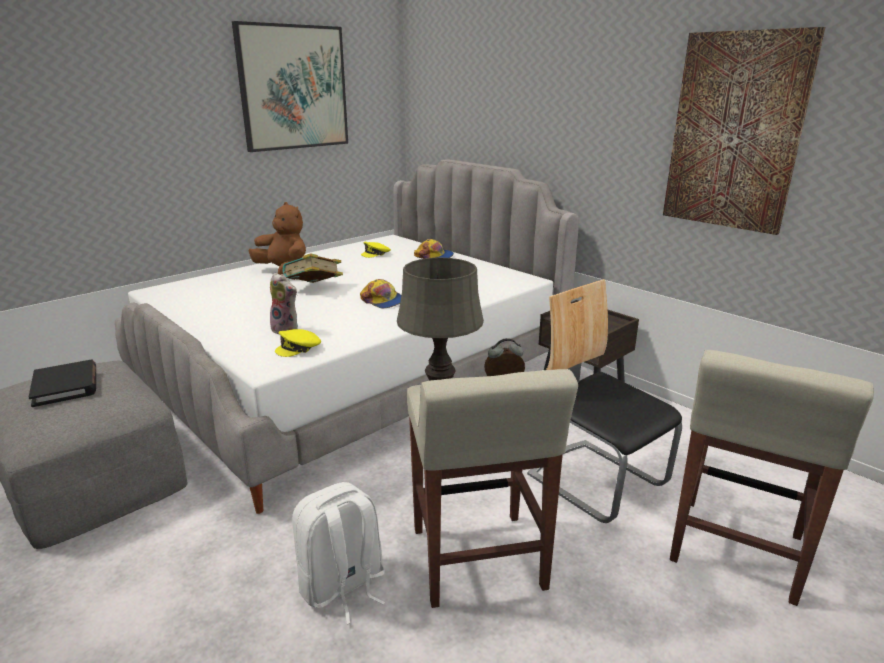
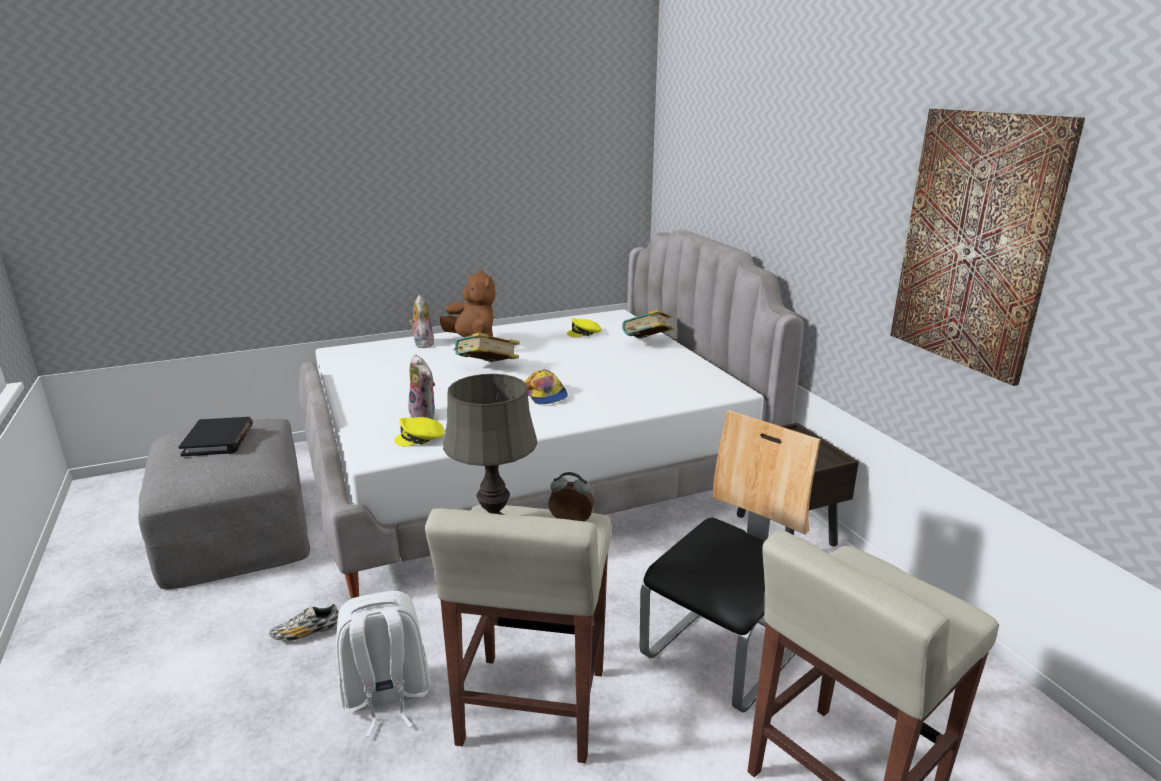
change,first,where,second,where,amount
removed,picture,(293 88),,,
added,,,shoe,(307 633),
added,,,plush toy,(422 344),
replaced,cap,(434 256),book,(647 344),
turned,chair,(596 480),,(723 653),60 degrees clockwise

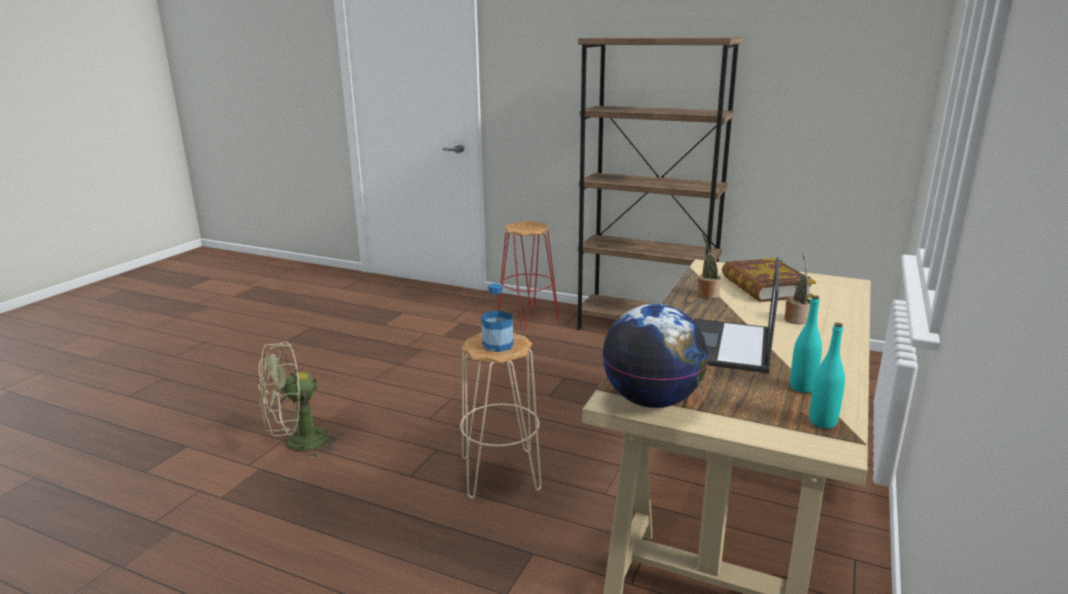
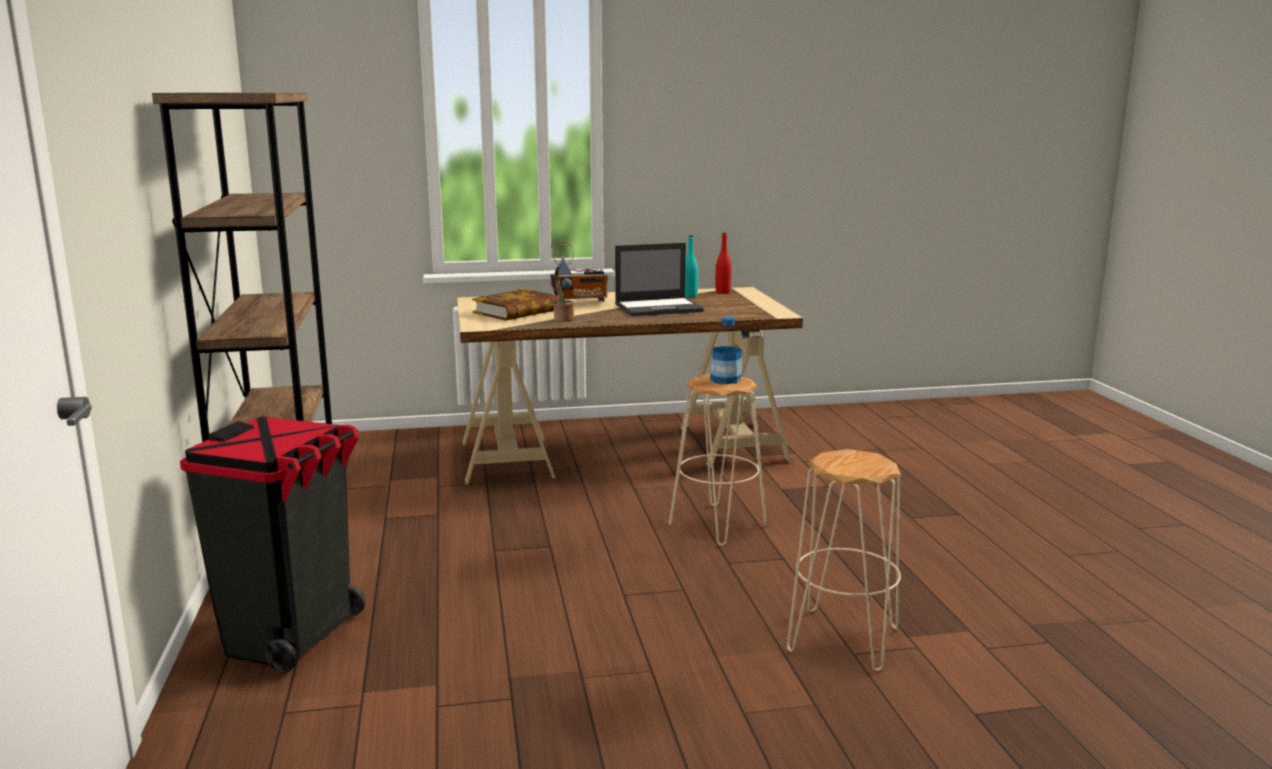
change,first,where,second,where,amount
removed,globe,(652 400),,,
replaced,fan/green,(298 444),stool/beige,(843 639),
replaced,stool/red,(528 317),trash can/black,(291 637),
replaced,potted plant,(796 319),radio,(580 302),
recoloured,bottle/turquoise,(822 422),bottle/red,(723 292),

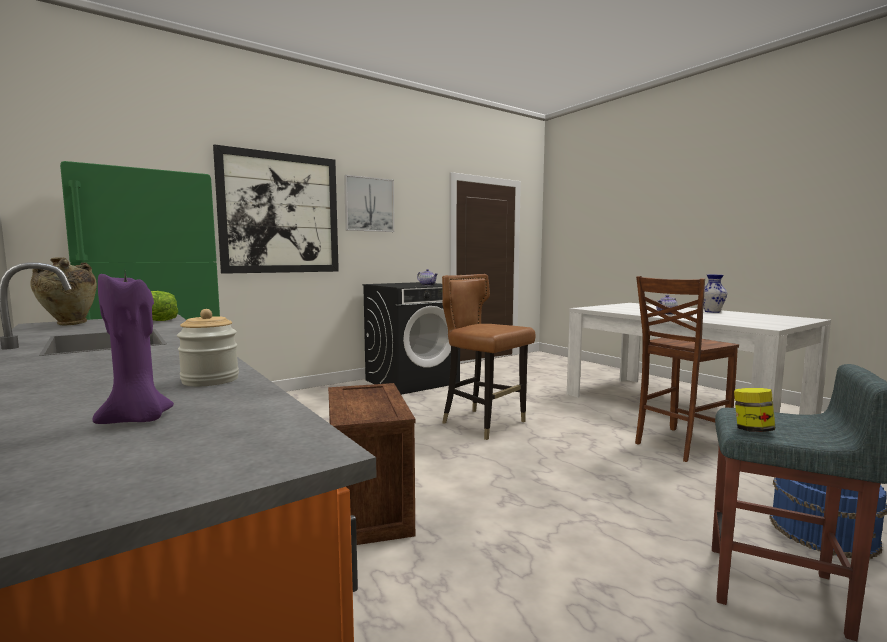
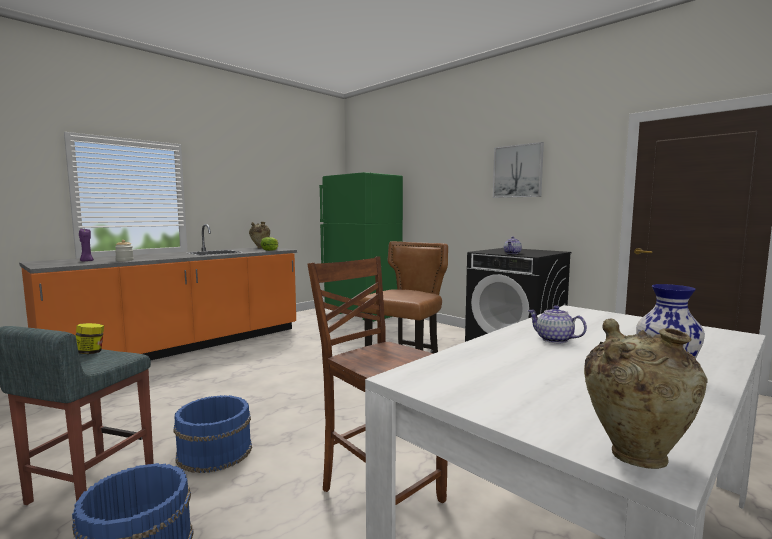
change,first,where,second,where,amount
removed,picture,(280 213),,,
removed,crate,(371 509),,,
added,,,bucket/blue,(214 452),
added,,,vase/beige,(635 454),

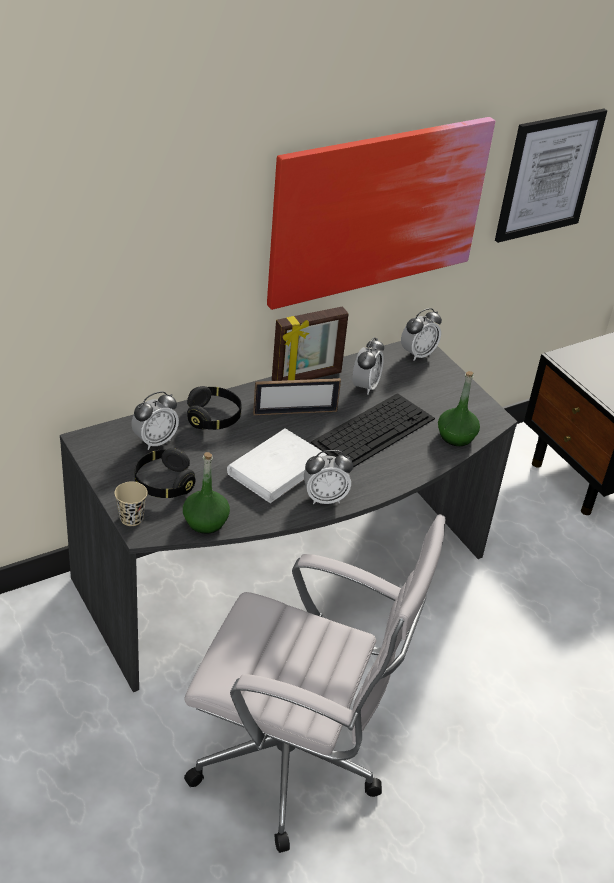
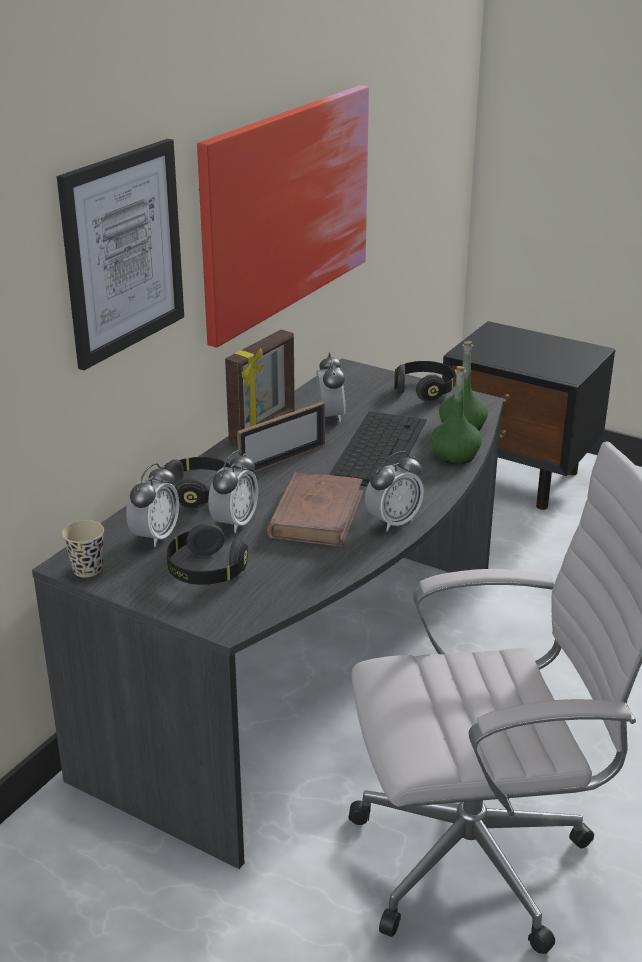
change,first,where,second,where,amount
added,,,headphones/black,(424 390),
moved,cup/beige,(131 518),,(87 569),
moved,bottle/green,(206 521),,(455 455),
moved,alarm clock,(418 354),,(234 523),
moved,picture,(548 175),,(123 252),
recoloured,book/white,(277 469),book/brown,(316 514),

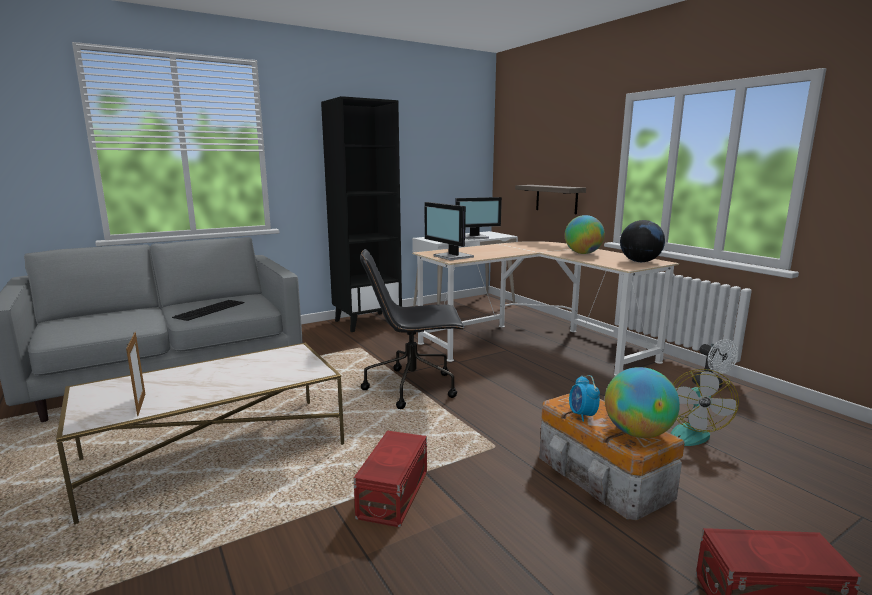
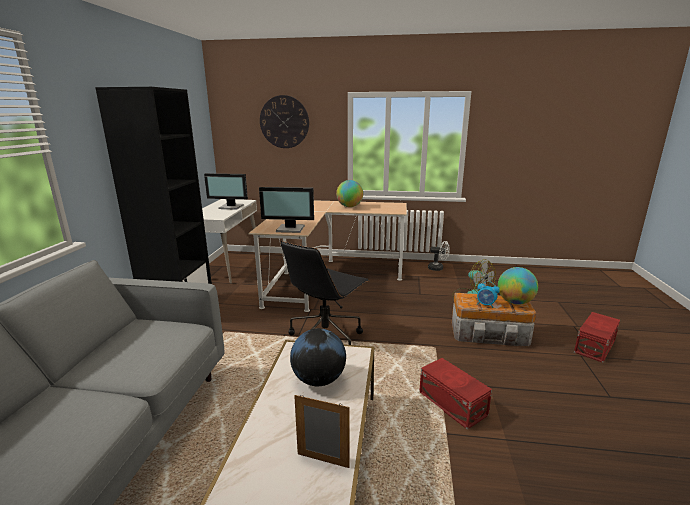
change,first,where,second,where,amount
removed,keyboard,(210 310),,,
removed,shelf,(556 199),,,
added,,,wall clock,(284 122),
moved,globe,(640 261),,(319 380),
turned,monitor,(475 237),,(231 207),75 degrees clockwise

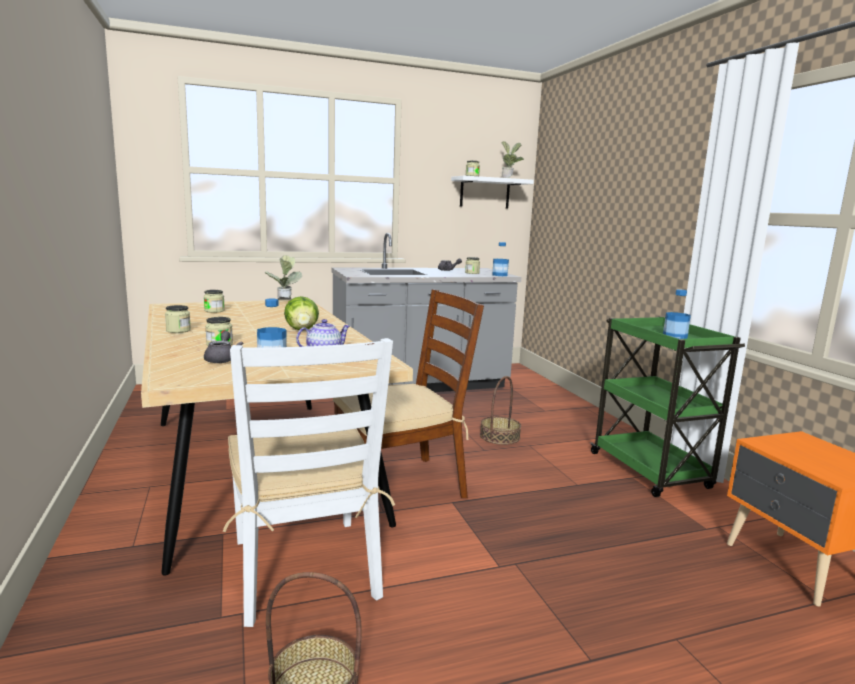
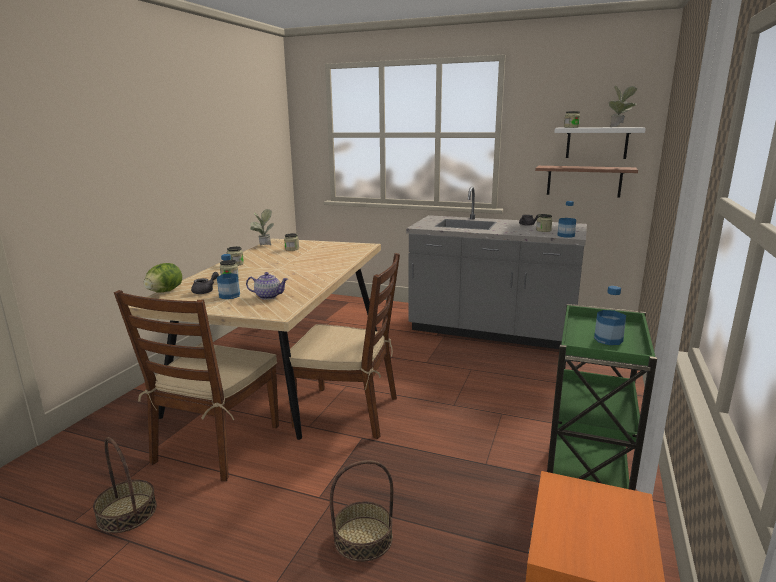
change,first,where,second,where,amount
added,,,shelf,(584 181),
moved,potted plant,(284 301),,(263 246),
moved,lettuce,(302 330),,(165 291),
moved,basket,(499 436),,(363 538),
recoloured,chair/white,(305 568),chair/brown,(217 444),

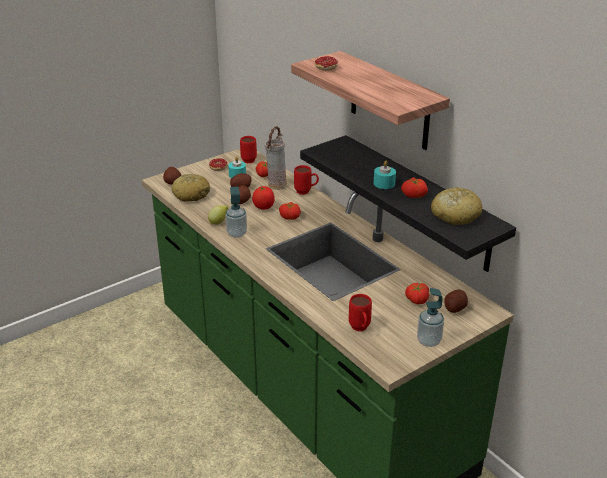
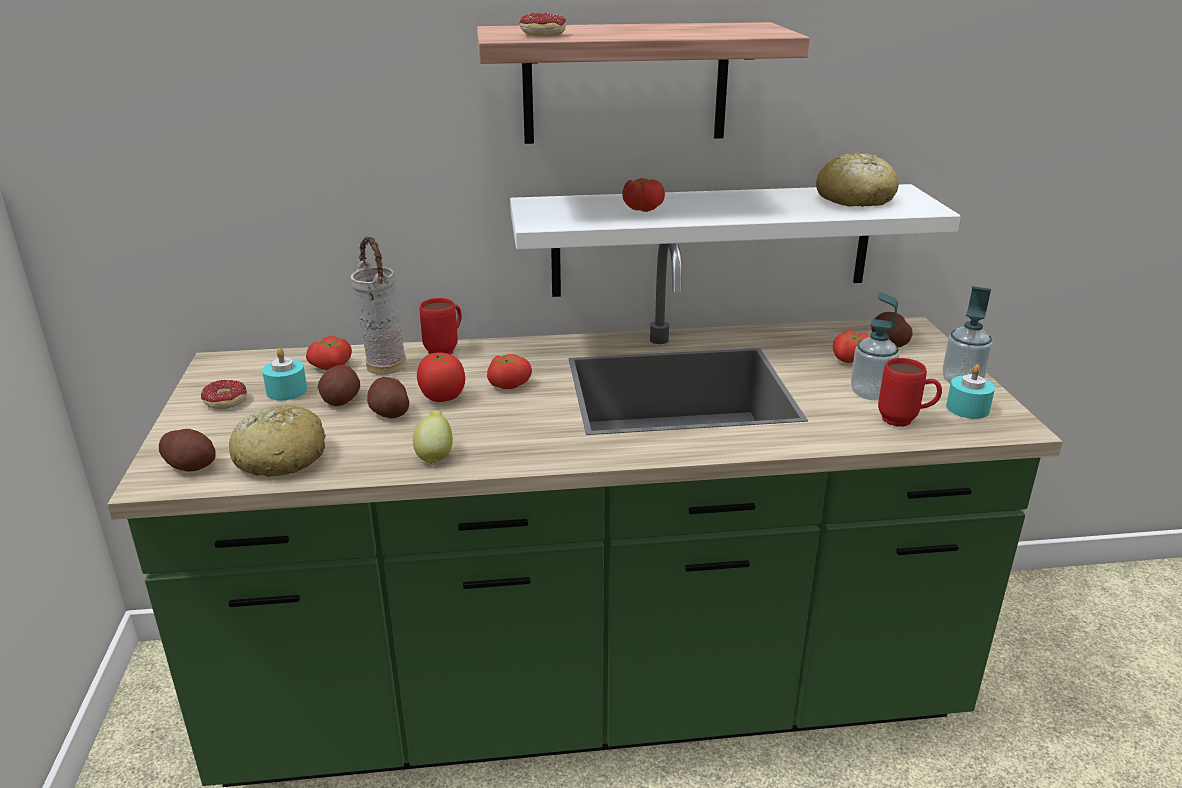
change,first,where,second,where,amount
removed,mug/red,(249 159),,,
moved,soap dispenser,(236 233),,(870 393),
moved,candle/turquoise,(384 183),,(967 408),
moved,tomato,(414 194),,(641 209),
recoloured,shelf/black,(420 202),shelf/white,(712 240),

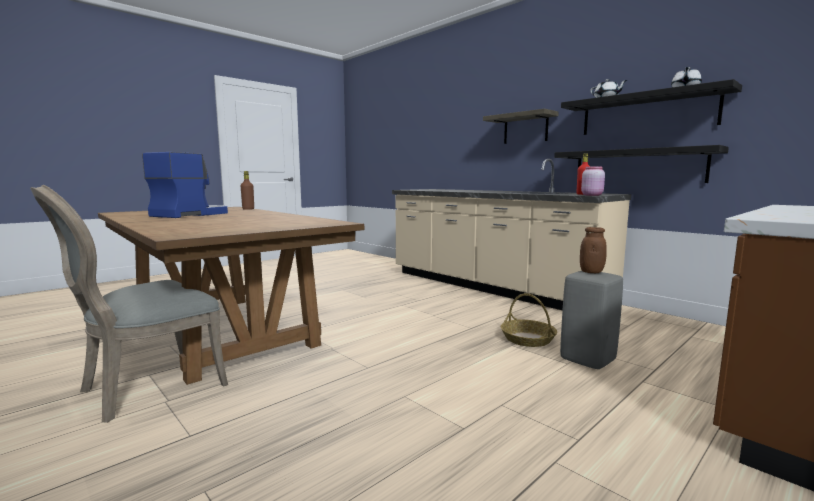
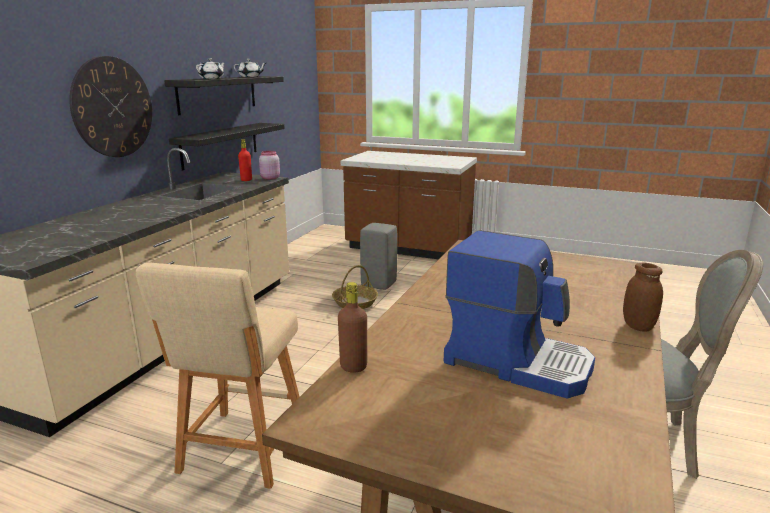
change,first,where,second,where,amount
added,,,stool/beige,(241 451),
moved,jar/brown,(591 272),,(638 326),
replaced,shelf,(525 128),wall clock,(113 107),
turned,coffee machine,(190 214),,(517 362),150 degrees counterclockwise

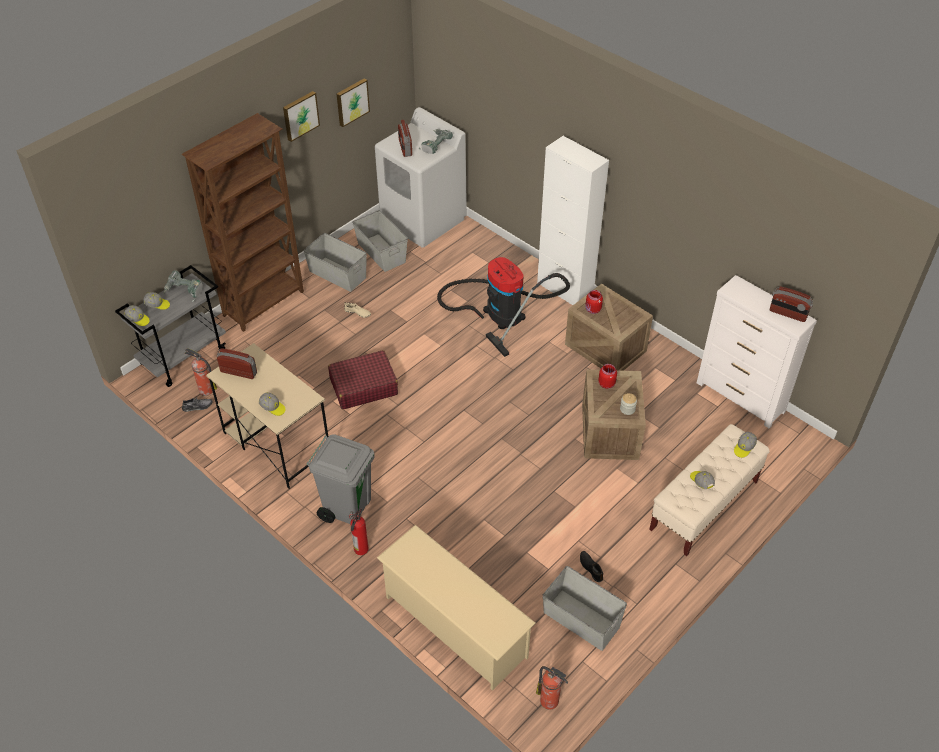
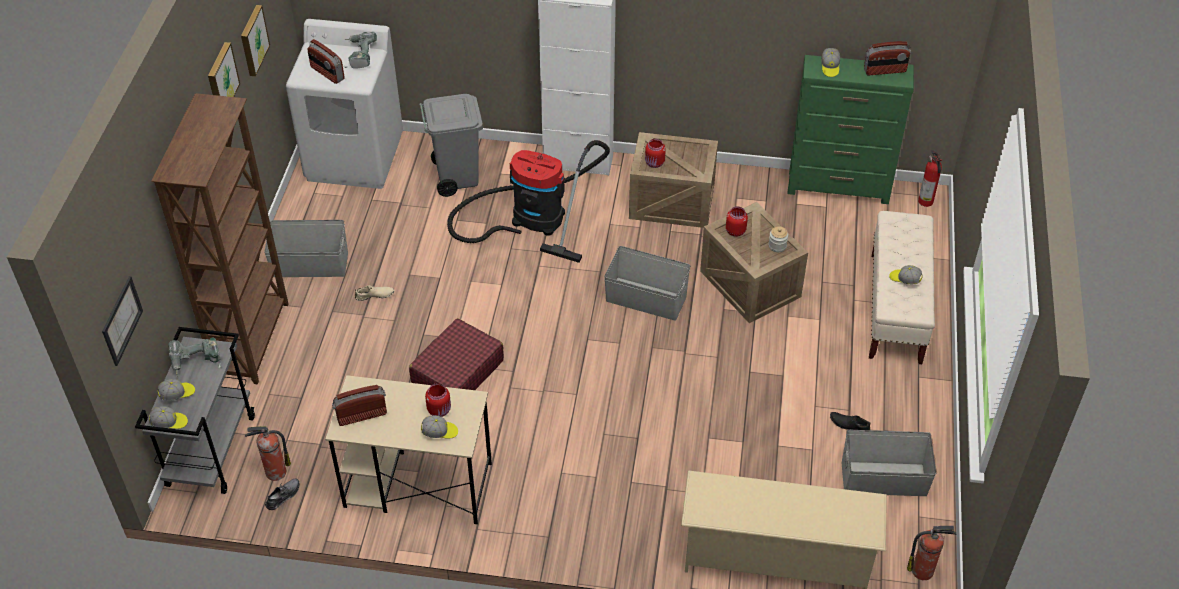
change,first,where,second,where,amount
added,,,picture,(121 320),
added,,,jar/red,(440 410),
moved,trash can/grey,(347 507),,(456 177),
moved,fire extinguisher,(360 550),,(926 202),
moved,storage box/grey,(381 252),,(646 298),
moved,cap,(744 448),,(830 67),
recoloured,dresser/white,(740 398),dresser/green,(839 187),

